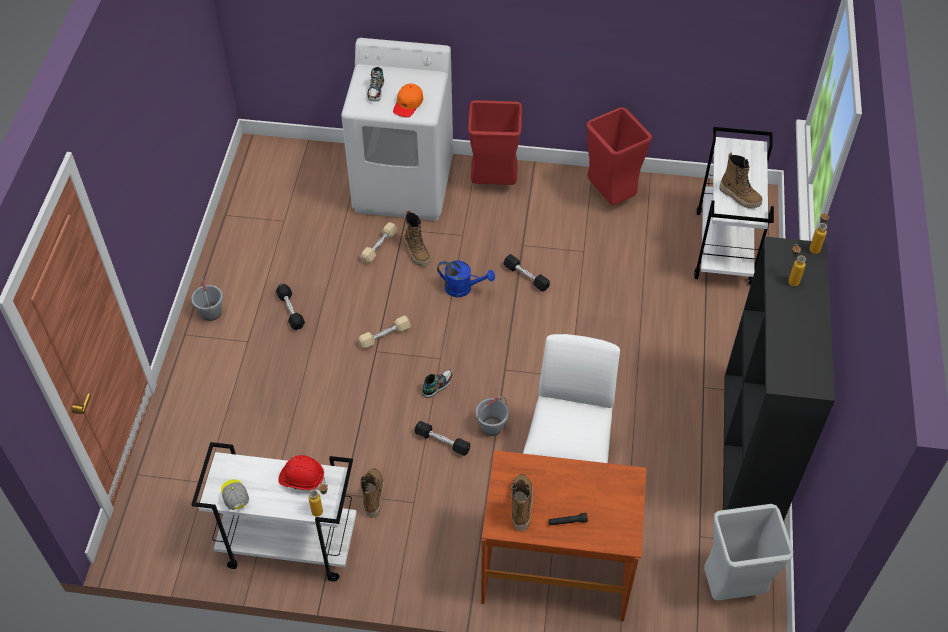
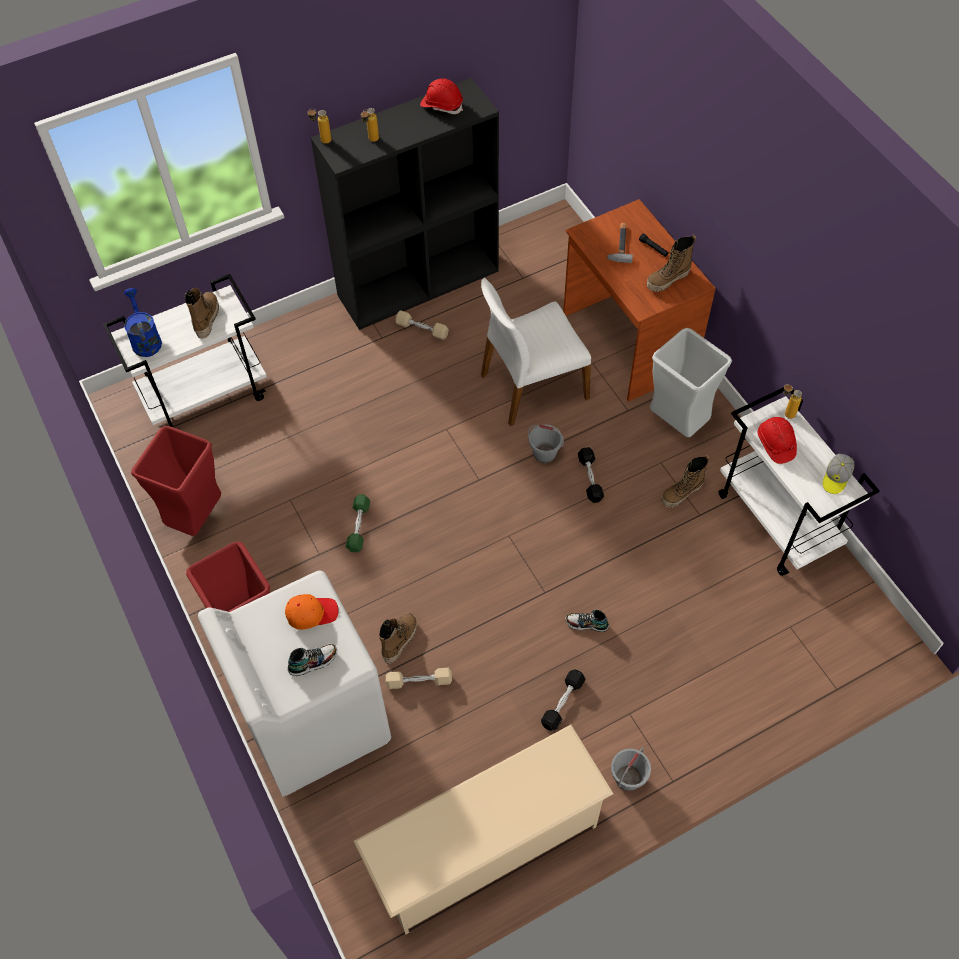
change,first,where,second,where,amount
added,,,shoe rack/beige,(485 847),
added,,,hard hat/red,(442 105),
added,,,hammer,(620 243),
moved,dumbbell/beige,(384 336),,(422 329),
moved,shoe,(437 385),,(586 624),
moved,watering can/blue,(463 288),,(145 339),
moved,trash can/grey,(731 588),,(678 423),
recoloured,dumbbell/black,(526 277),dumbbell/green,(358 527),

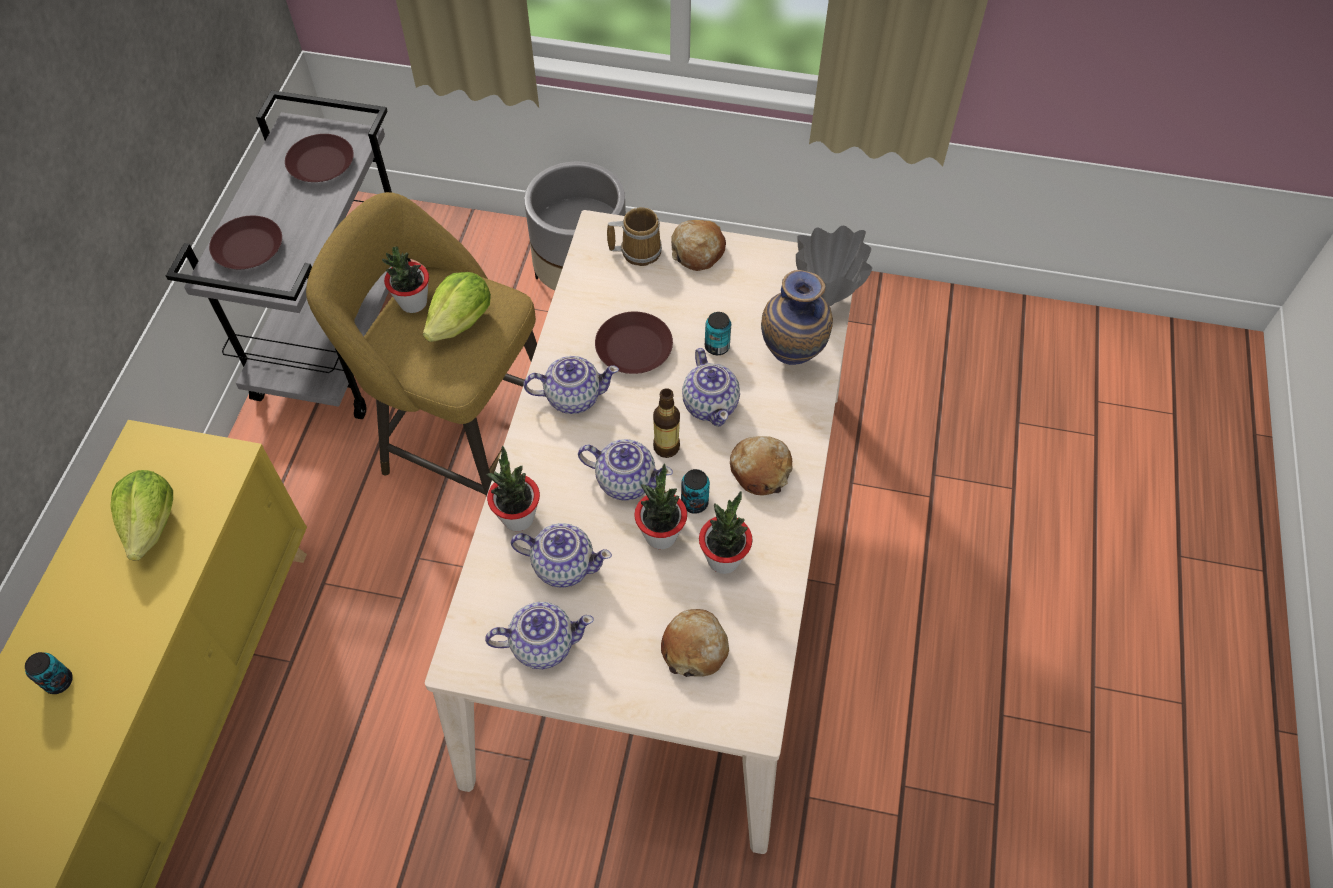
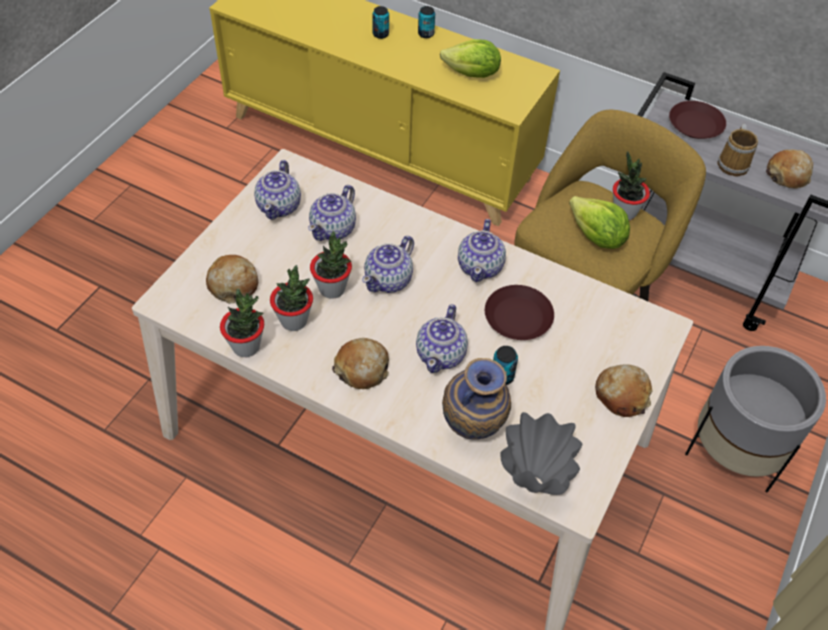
change,first,where,second,where,amount
removed,bottle,(666 447),,,
moved,potted plant,(518 517),,(246 346),
moved,mug,(638 250),,(734 164),
moved,can,(694 503),,(426 34),
replaced,plate/brown,(322 163),bread,(788 175),
turned,teapot,(710 404),,(441 354),75 degrees counterclockwise

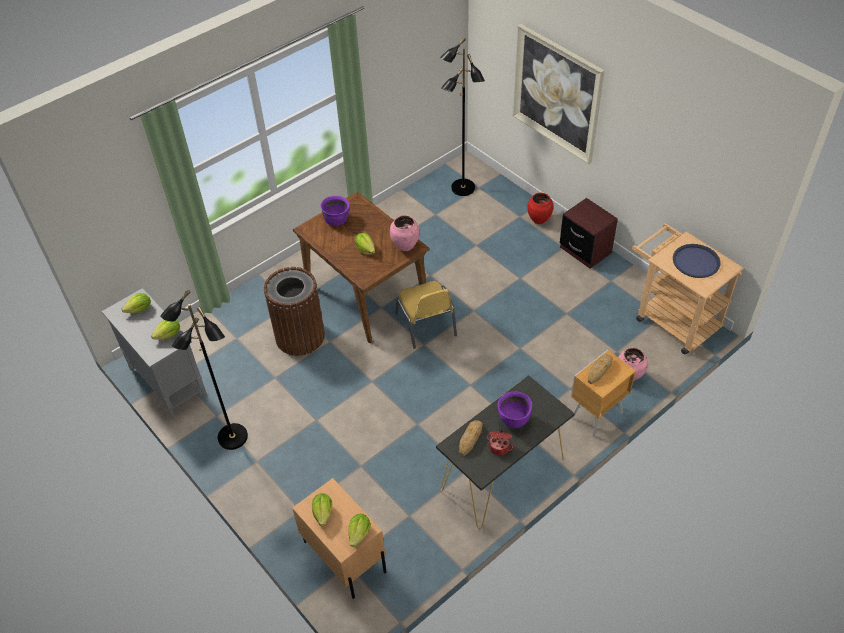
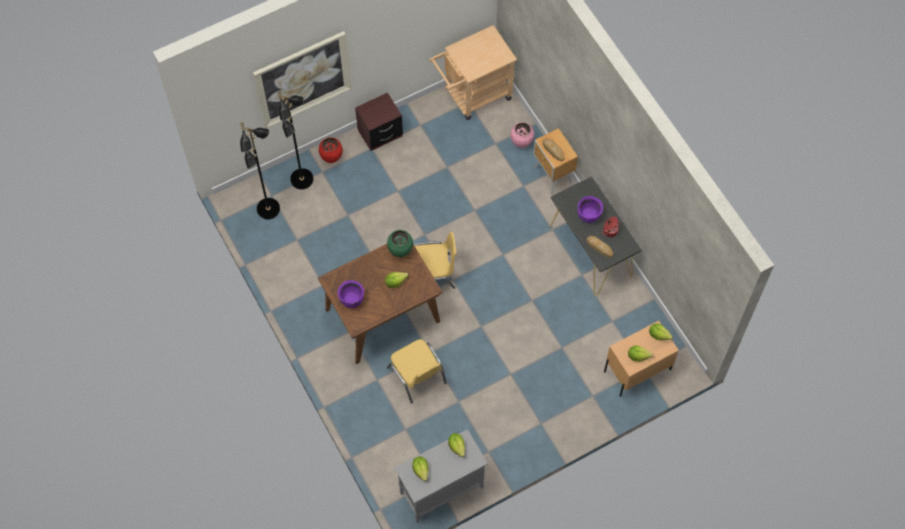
change,first,where,second,where,amount
removed,tray/blue,(696 261),,,
moved,floor lamp/black,(232 438),,(302 179),
replaced,trash can/brown,(300 336),chair/yellow,(417 376),
recoloured,vase/pink,(405 246),vase/green,(400 251),

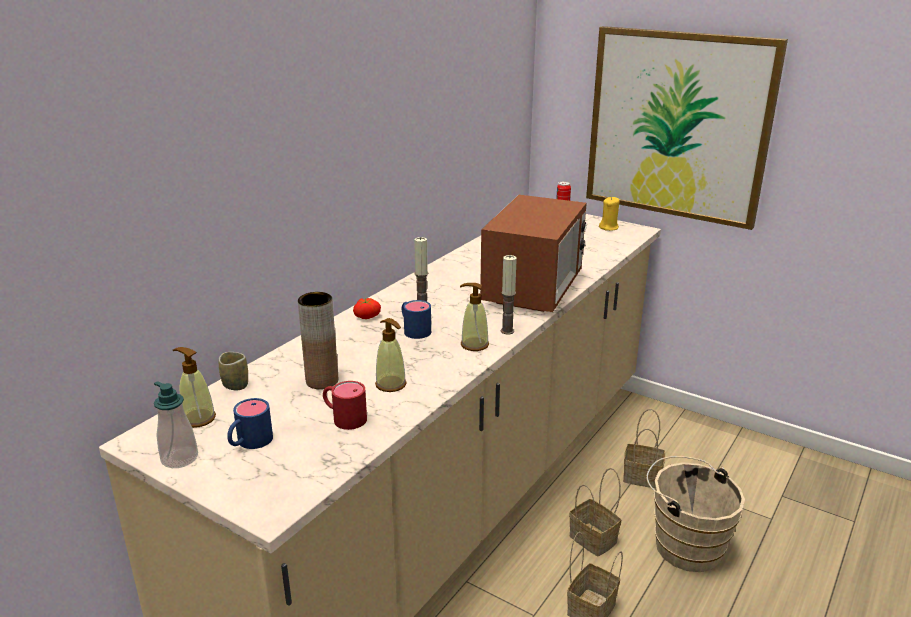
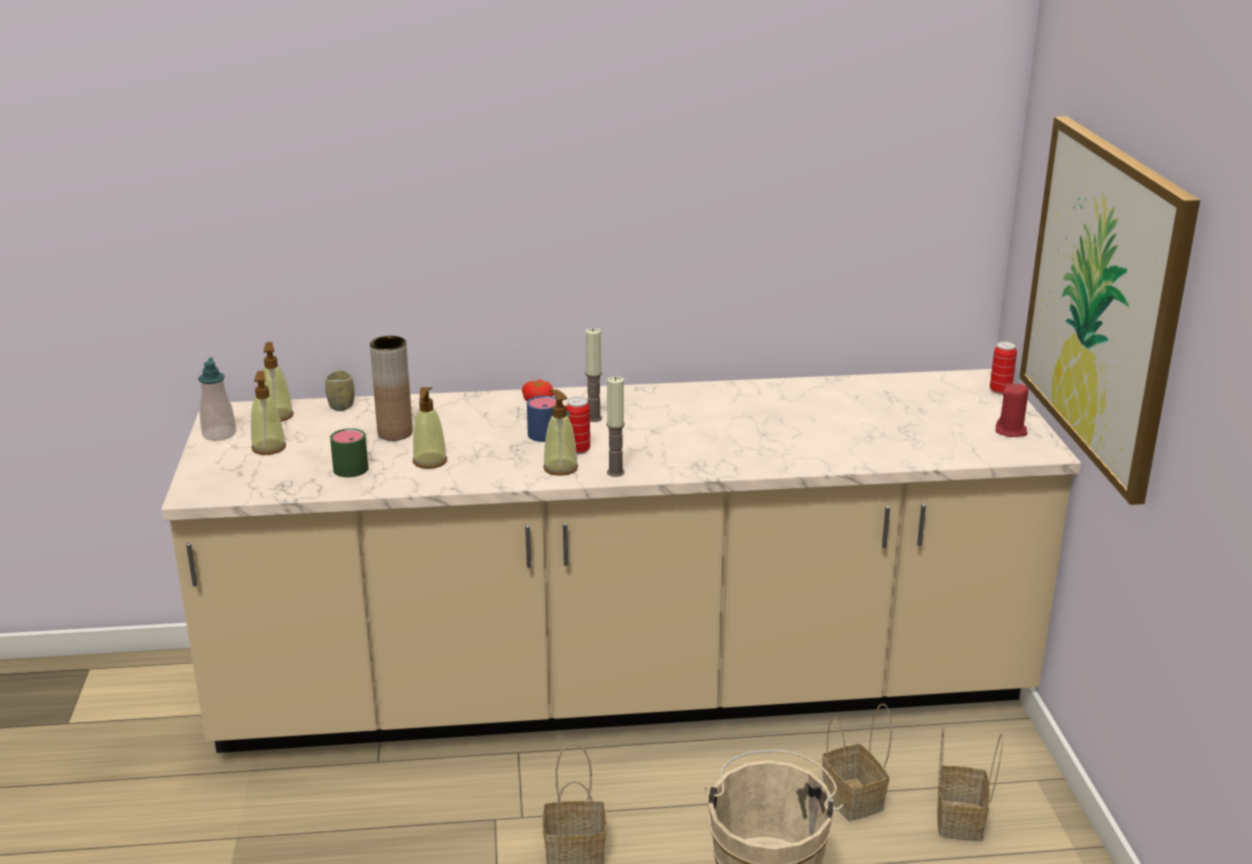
change,first,where,second,where,amount
removed,microwave,(533 290),,,
added,,,can,(578 450),
moved,basket,(594 539),,(961 822),
replaced,mug/blue,(249 443),soap dispenser,(269 447),
recoloured,mug/red,(344 417),mug/green,(350 465),
recoloured,candle/yellow,(609 227),candle/red,(1011 431),

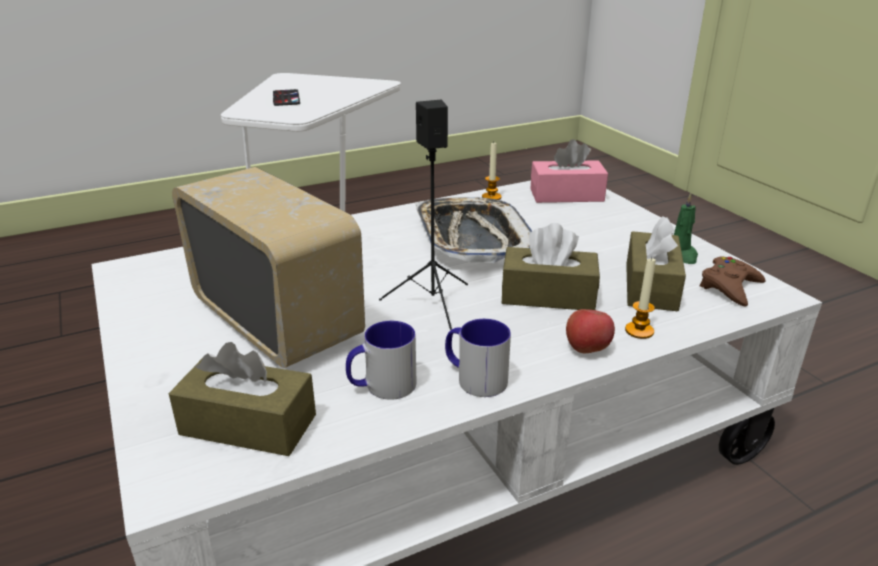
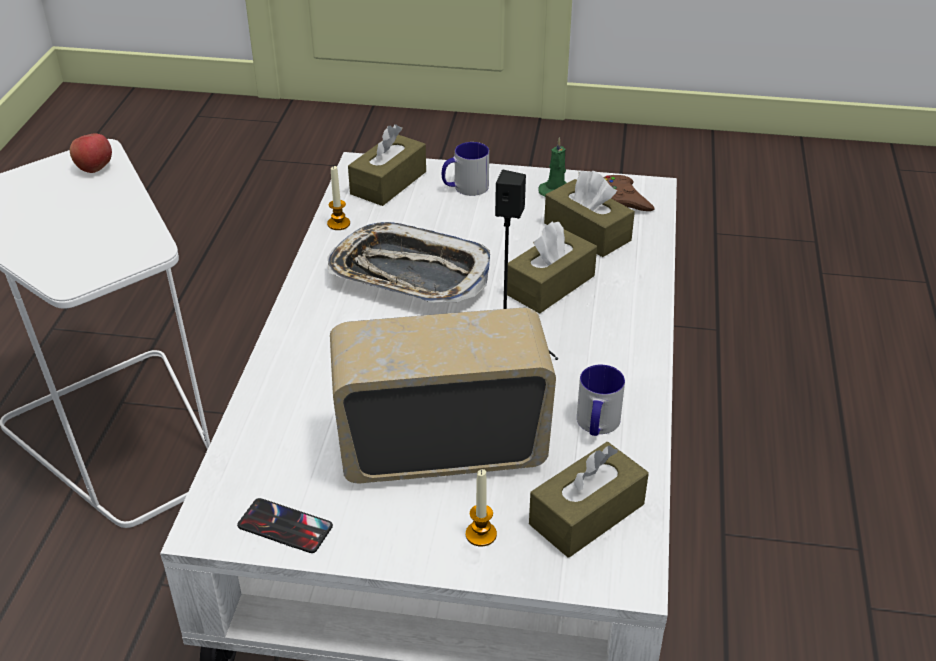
change,first,where,second,where,amount
moved,phone,(286 98),,(285 526),
moved,mug,(474 378),,(465 188),
moved,apple,(587 349),,(95 168),
moved,candle,(639 331),,(481 534),
recoloured,tissue box/pink,(566 195),tissue box/brown,(388 183),

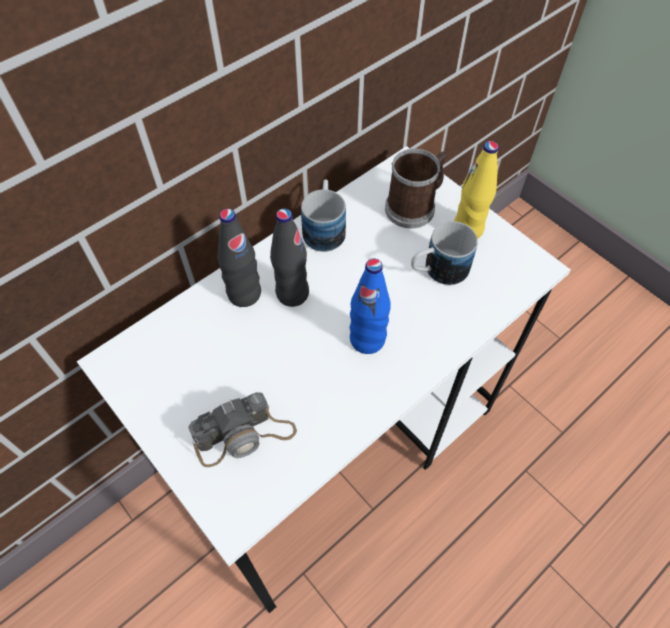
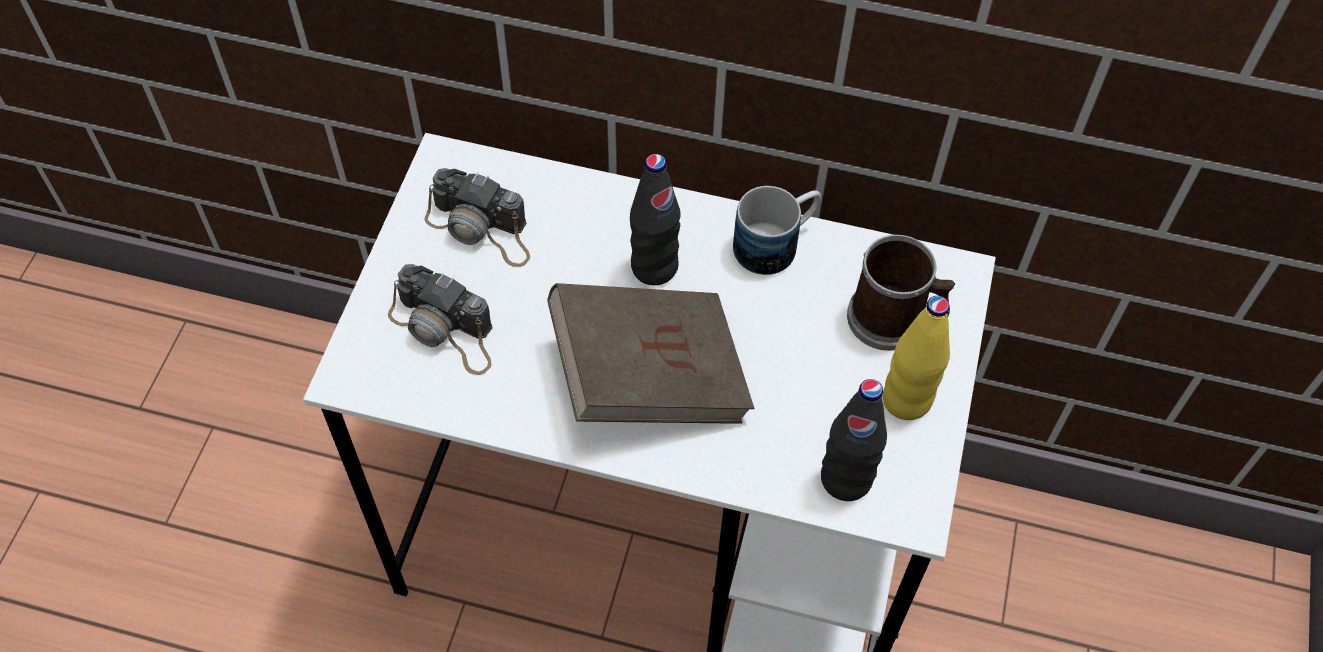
change,first,where,second,where,amount
removed,mug,(437 271),,,
added,,,photo camera,(482 229),
moved,bottle/black,(244 294),,(846 479),
replaced,bottle/blue,(367 340),book/brown,(649 377),

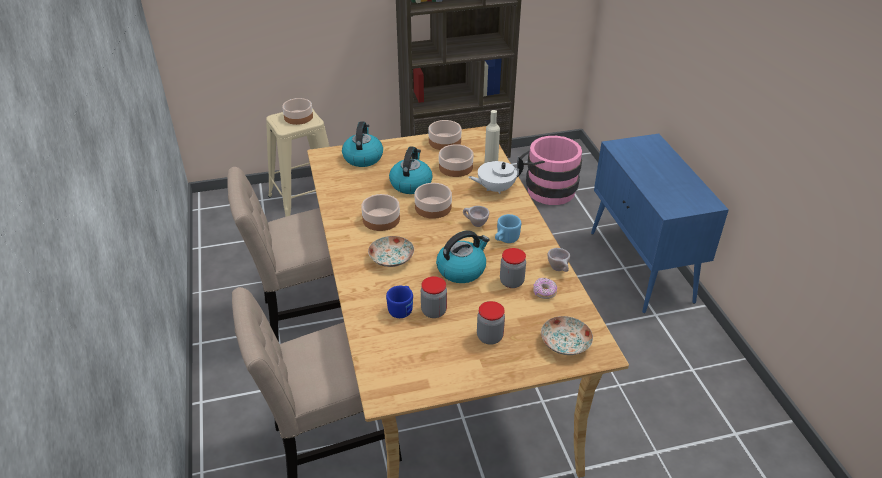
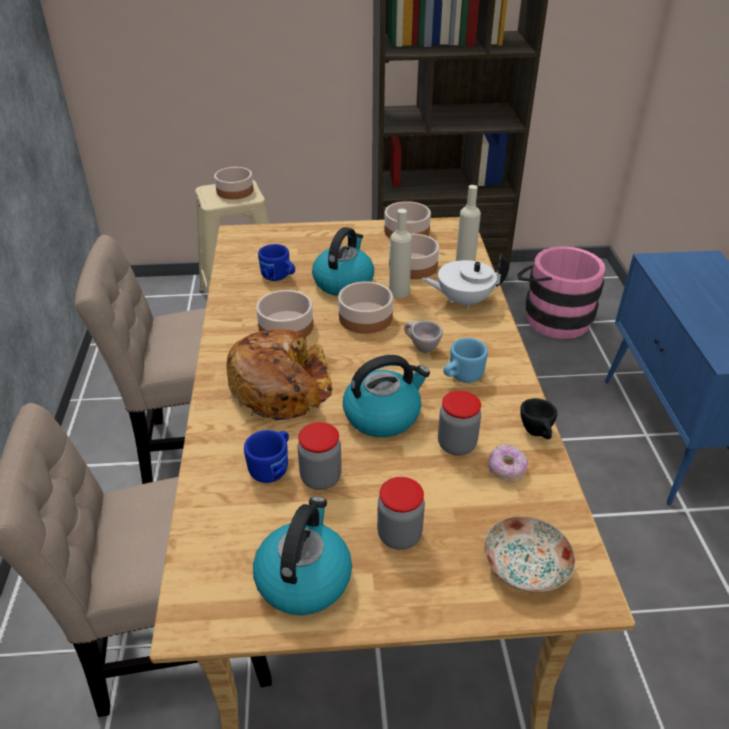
change,first,where,second,where,amount
added,,,mug/blue,(279 277),
added,,,bottle/beige,(399 292),
moved,kettle,(363 157),,(304 578),
replaced,plate,(391 259),bread,(281 386),
recoloured,cup/beige,(559 269),cup/black,(537 434),

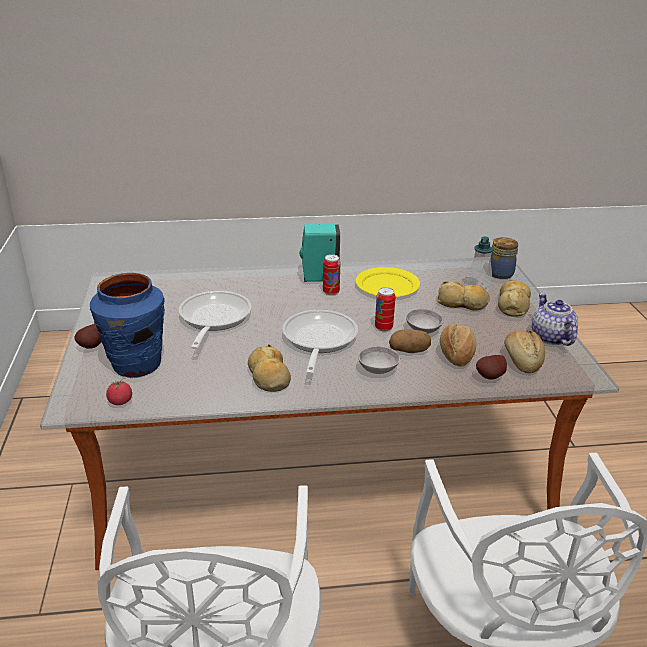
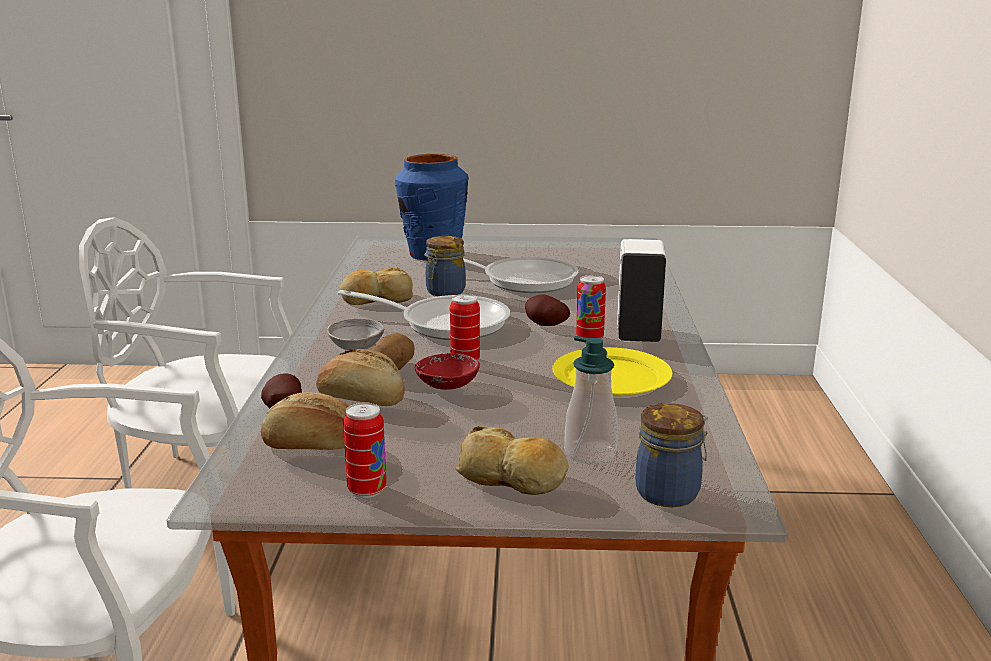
change,first,where,second,where,amount
removed,tomato,(120 401),,,
removed,bread,(462 303),,,
added,,,jar,(444 292),
moved,potato,(93 346),,(544 326),
replaced,teapot,(551 338),can,(367 490),
recoloured,soap dispenser/turquoise,(318 279),soap dispenser/white,(638 334),
recoloured,bowl/grey,(423 329),bowl/red,(447 386),

